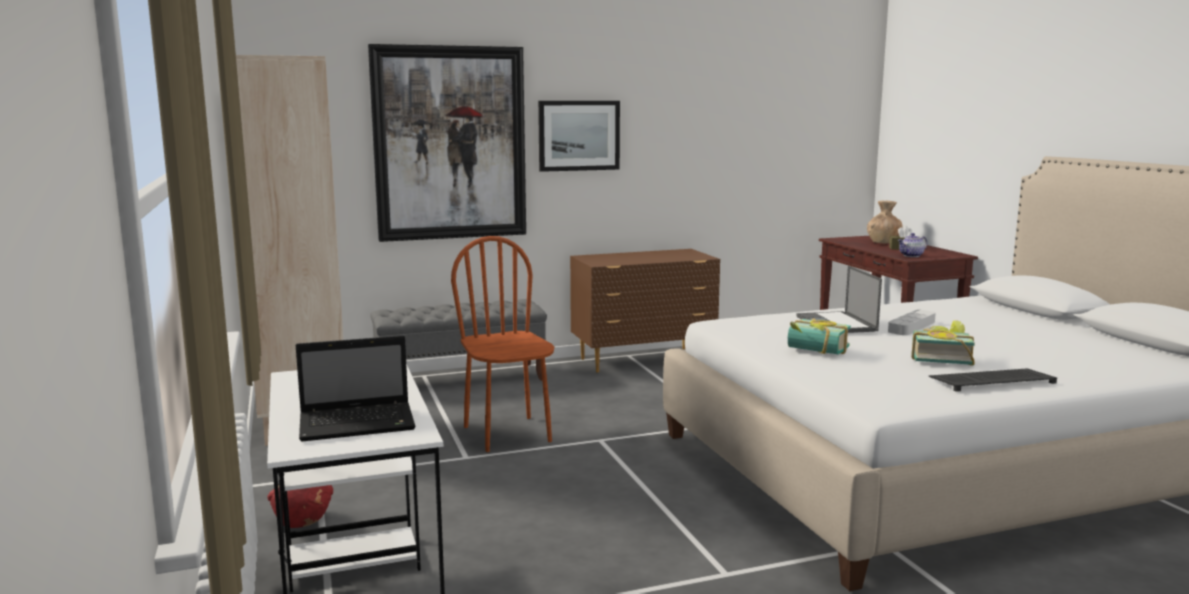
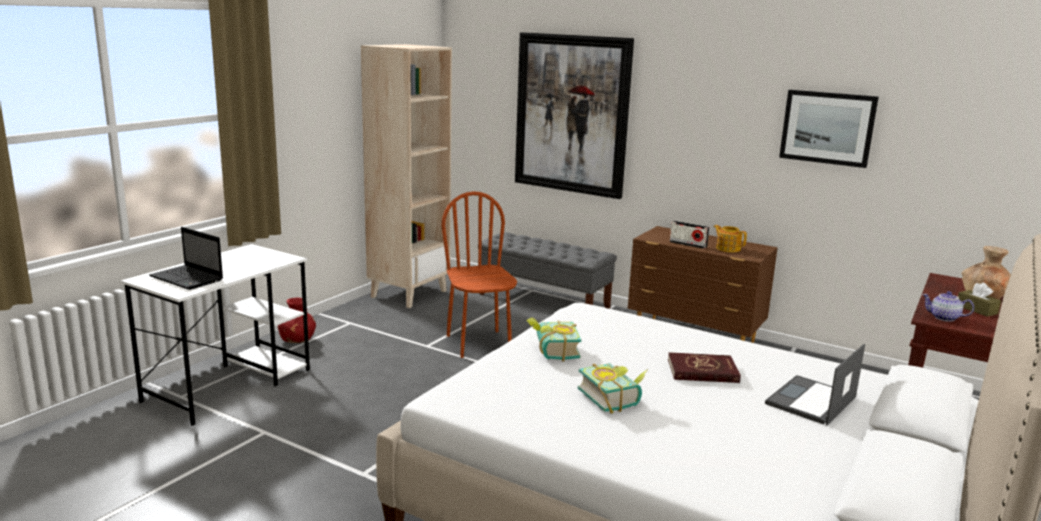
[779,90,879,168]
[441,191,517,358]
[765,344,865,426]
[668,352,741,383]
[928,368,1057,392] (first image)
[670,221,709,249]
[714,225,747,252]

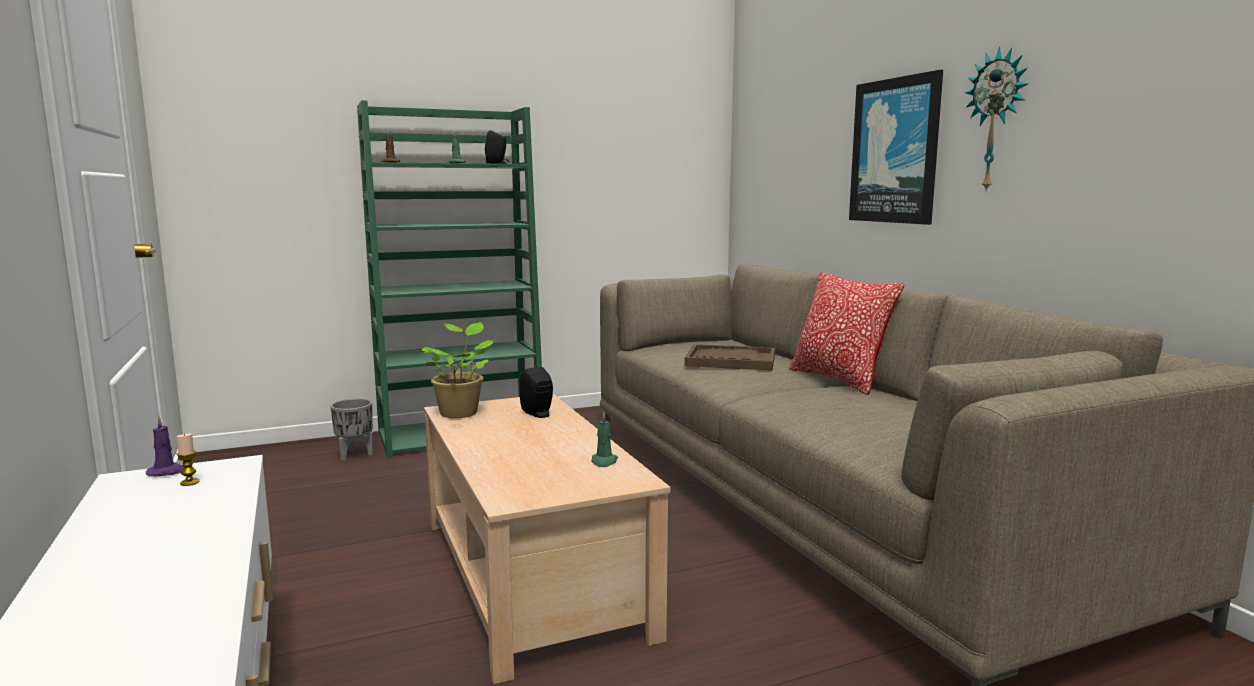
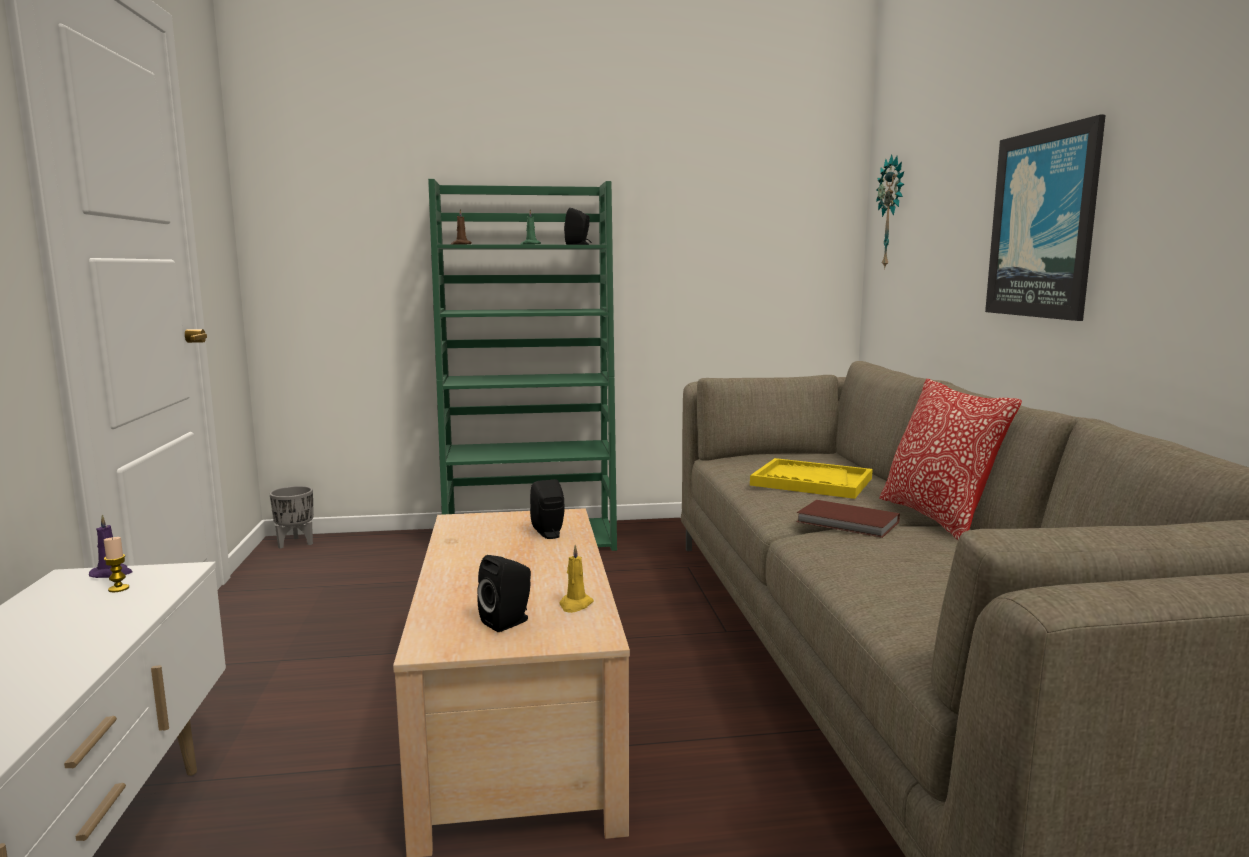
[876,155,904,270]
[417,322,494,418] (first image)
[750,458,873,499]
[270,486,314,549]
[559,545,594,613]
[796,500,900,538]
[477,555,531,632]

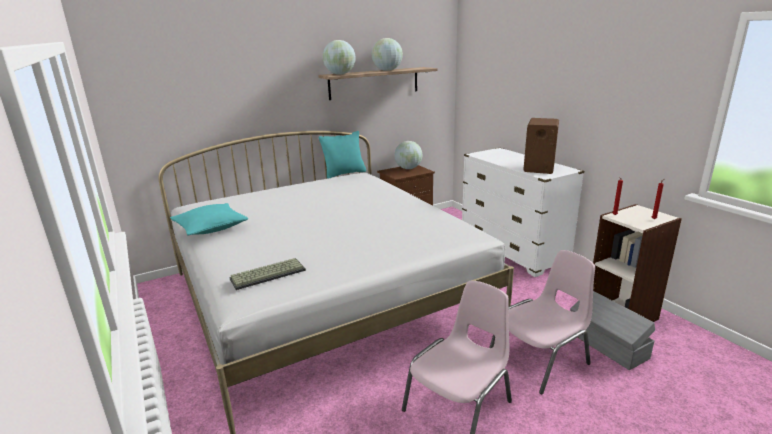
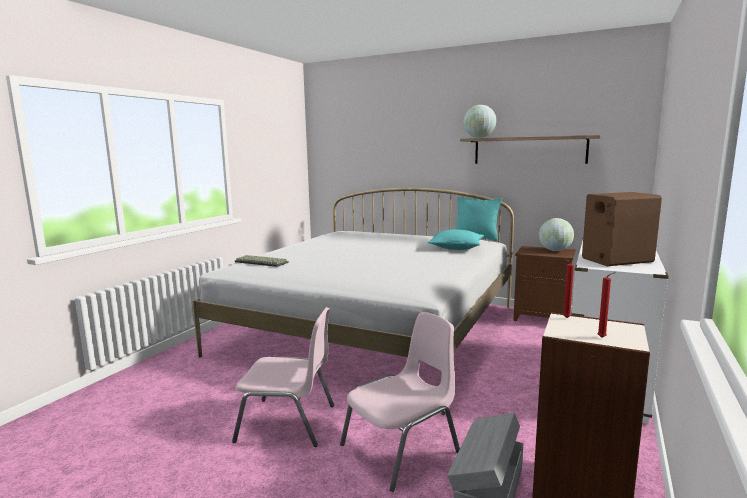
[372,38,403,71] (first image)
[428,229,484,250]
[340,312,460,492]

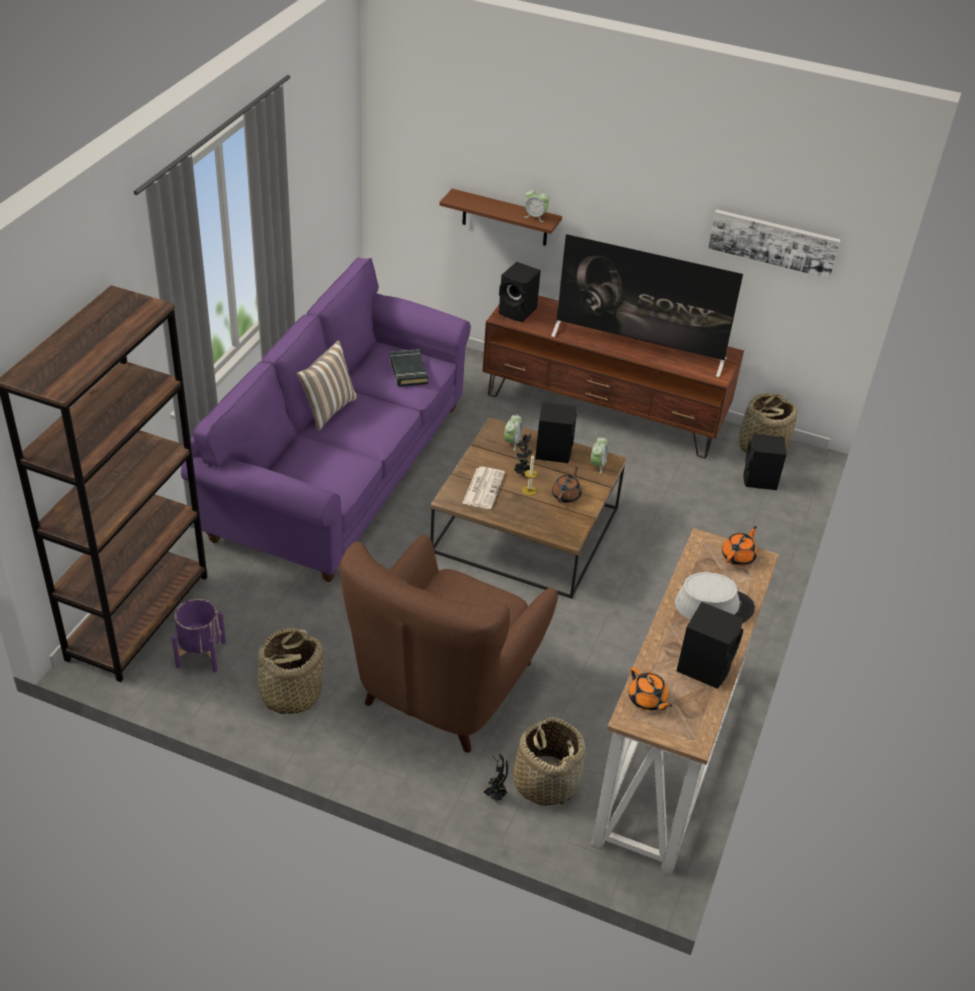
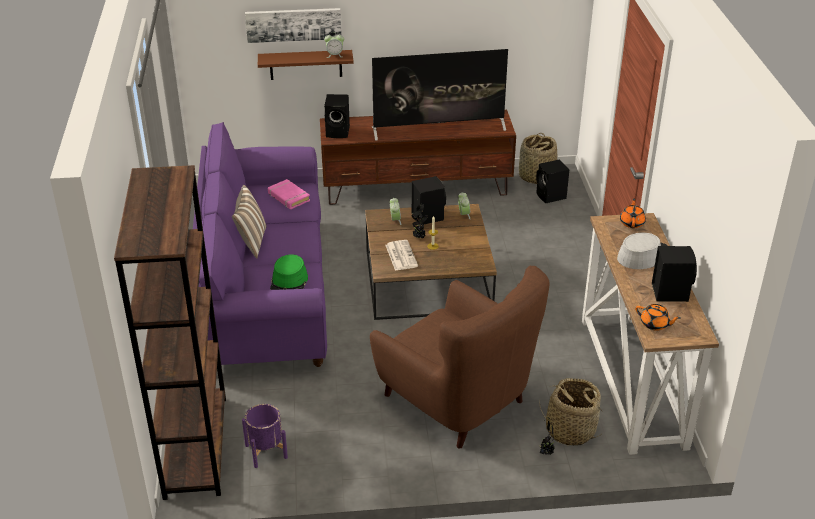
[245,8,341,43]
[268,179,310,209]
[552,467,582,503] (first image)
[370,266,550,449]
[250,628,323,714] (first image)
[270,254,308,290]

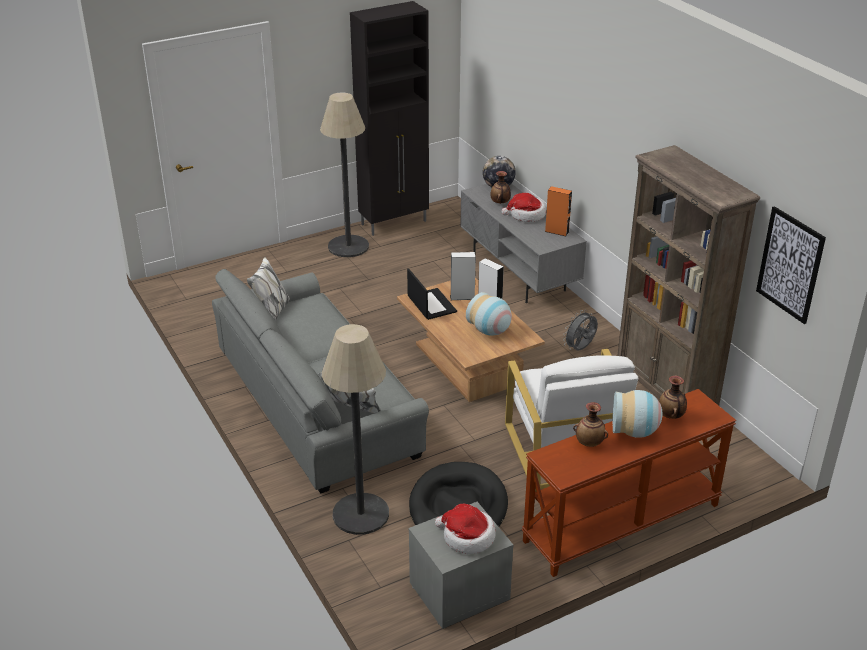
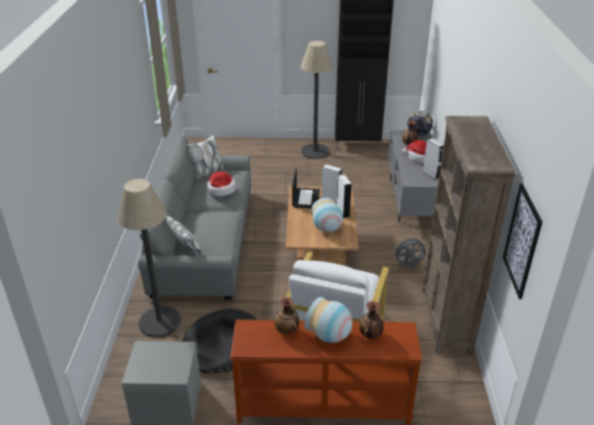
[423,138,444,180]
[207,172,236,196]

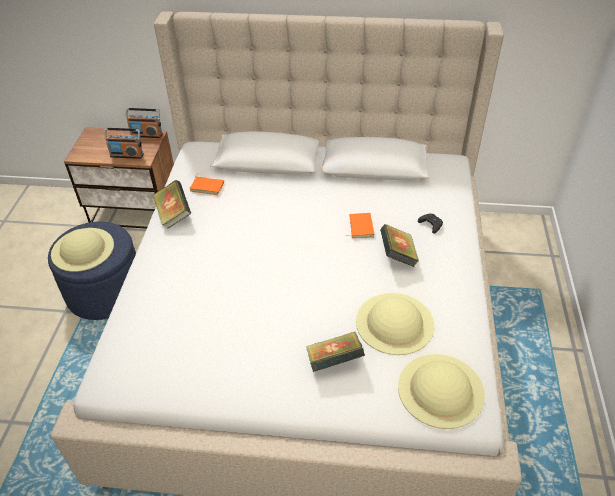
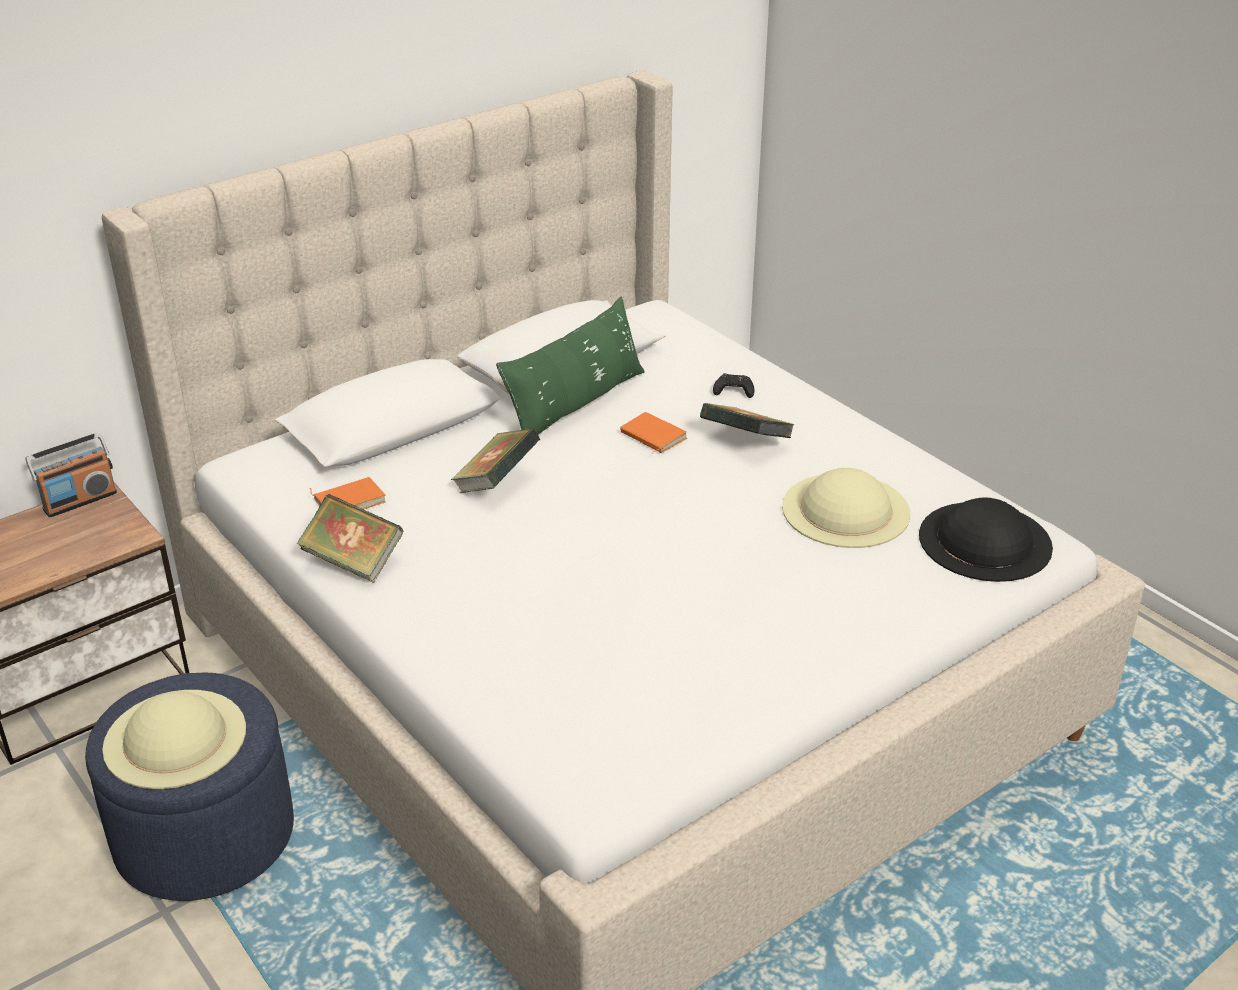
[104,128,144,159] (first image)
[451,428,540,493]
[919,498,1053,582]
[496,297,645,435]

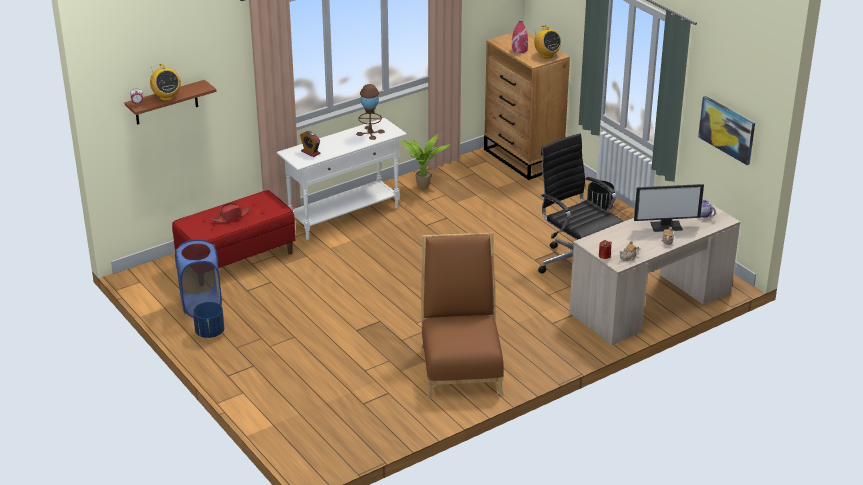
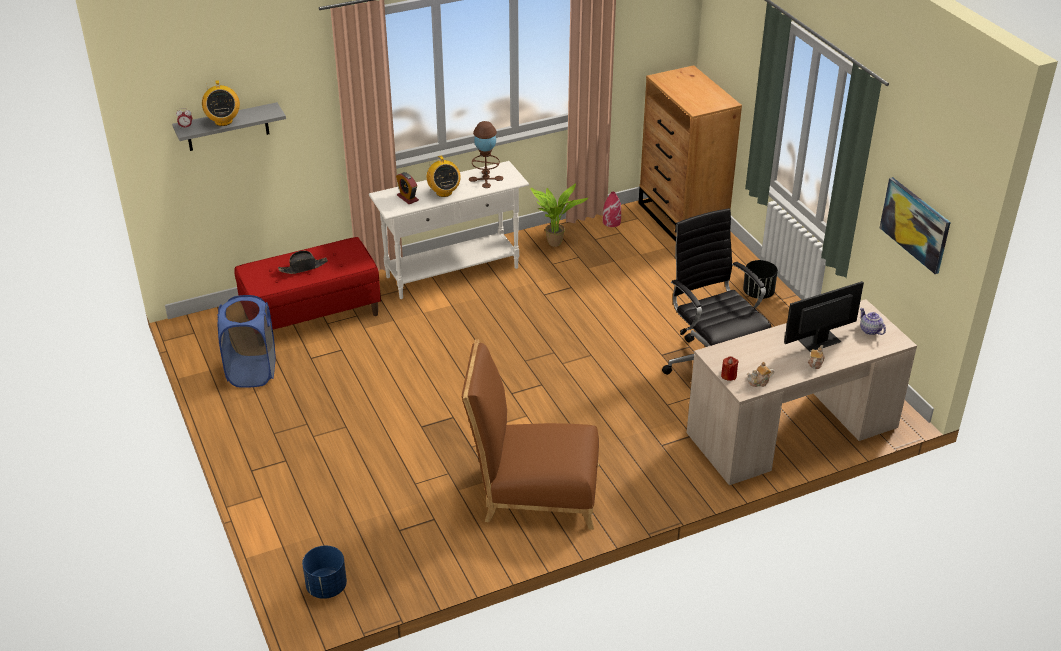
[603,192,621,227]
[427,156,461,197]
[172,102,286,151]
[784,281,864,352]
[278,251,328,274]
[462,339,599,530]
[302,546,347,599]

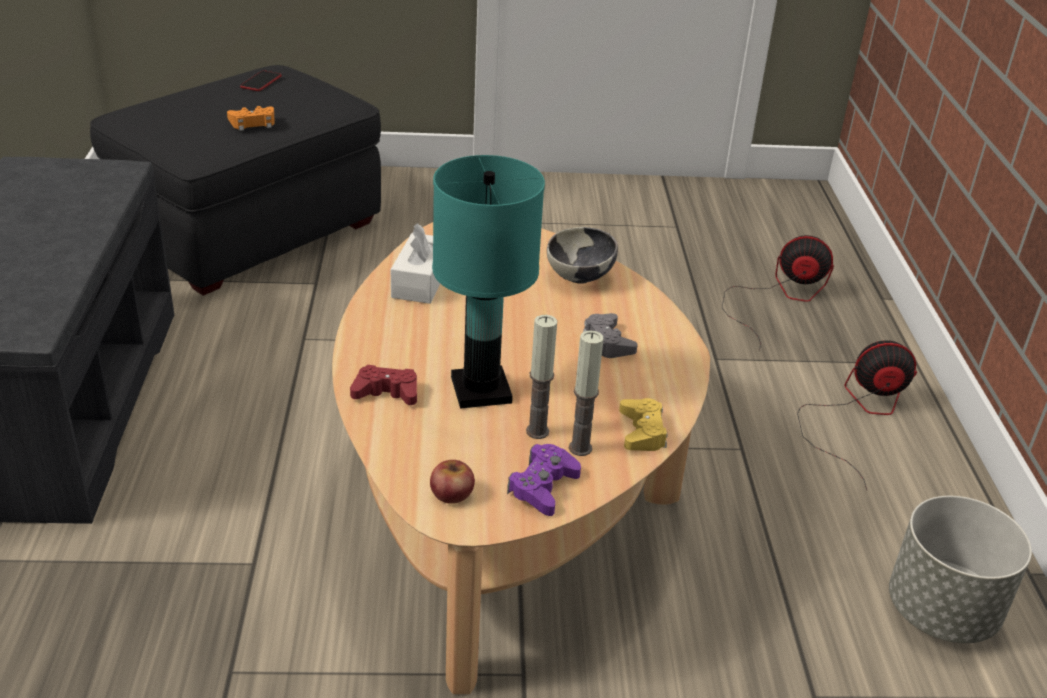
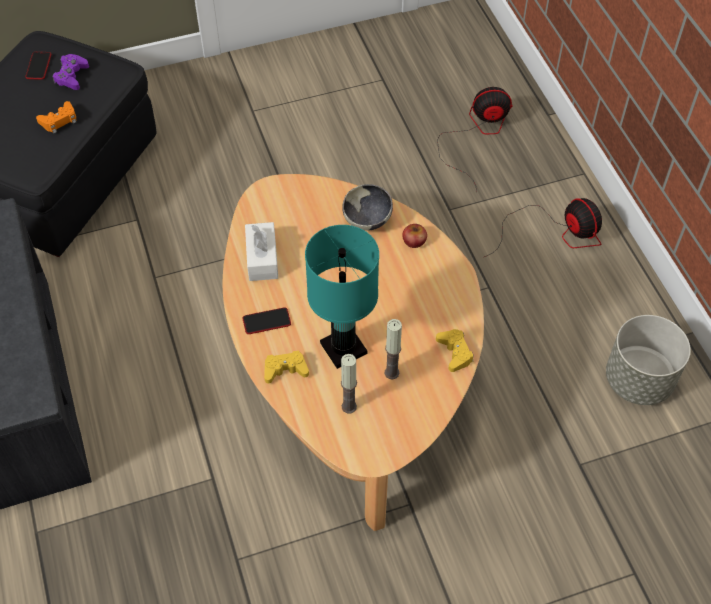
[583,313,638,358] (first image)
[341,354,357,414]
[484,198,602,257]
[264,350,309,383]
[52,54,89,90]
[402,224,427,248]
[243,307,291,334]

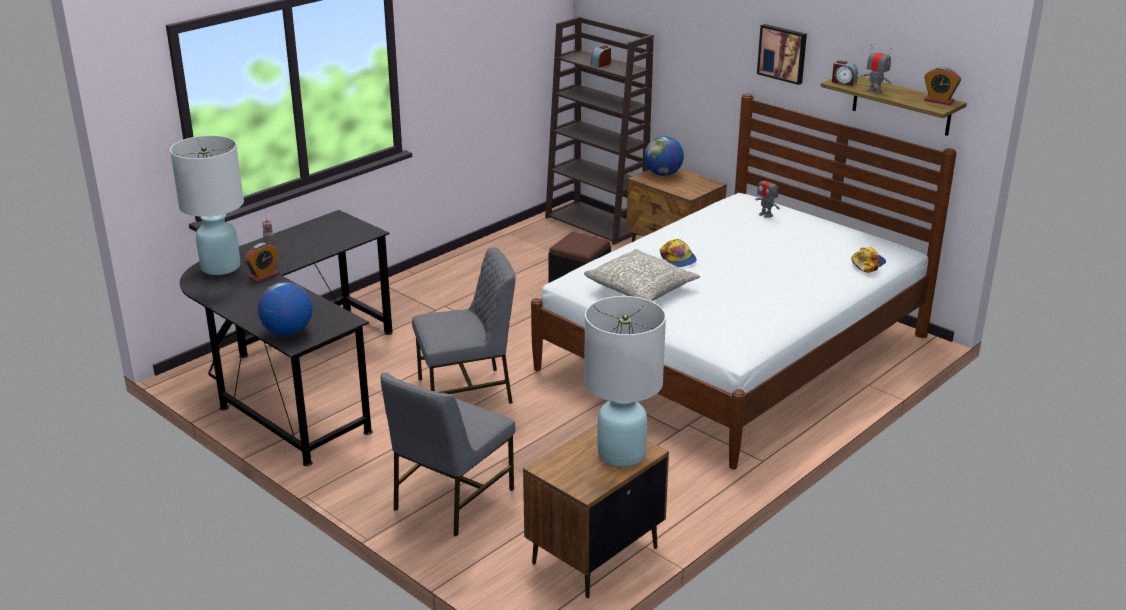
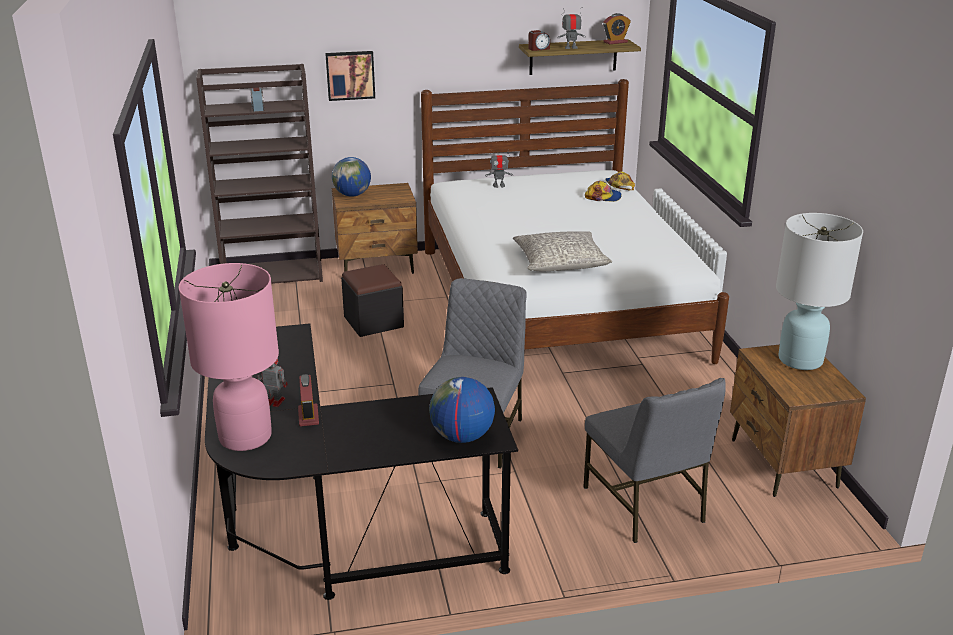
[325,51,375,101]
[179,263,279,451]
[585,181,622,202]

